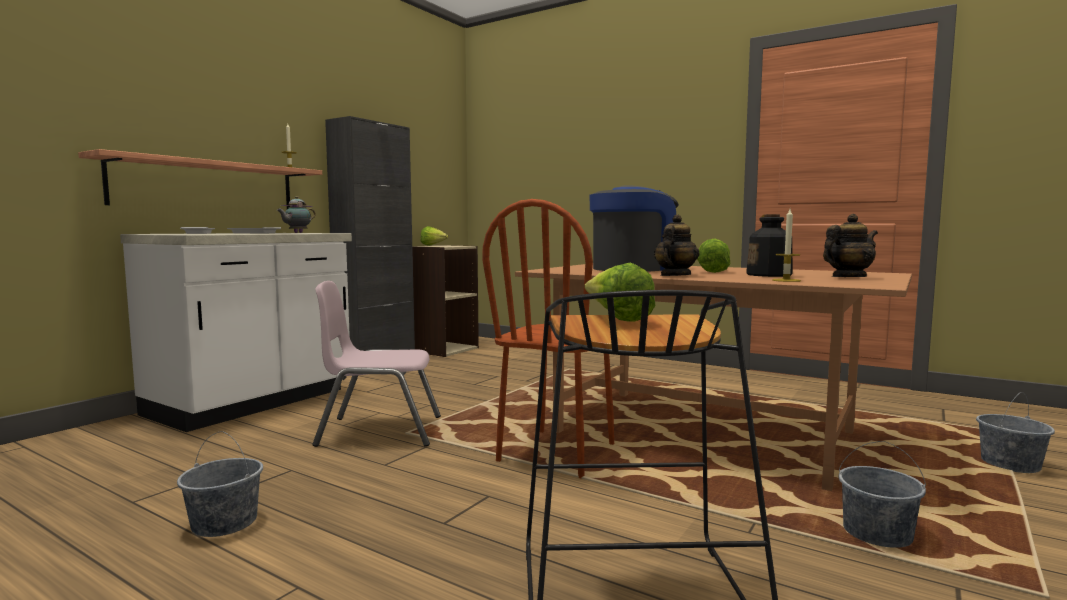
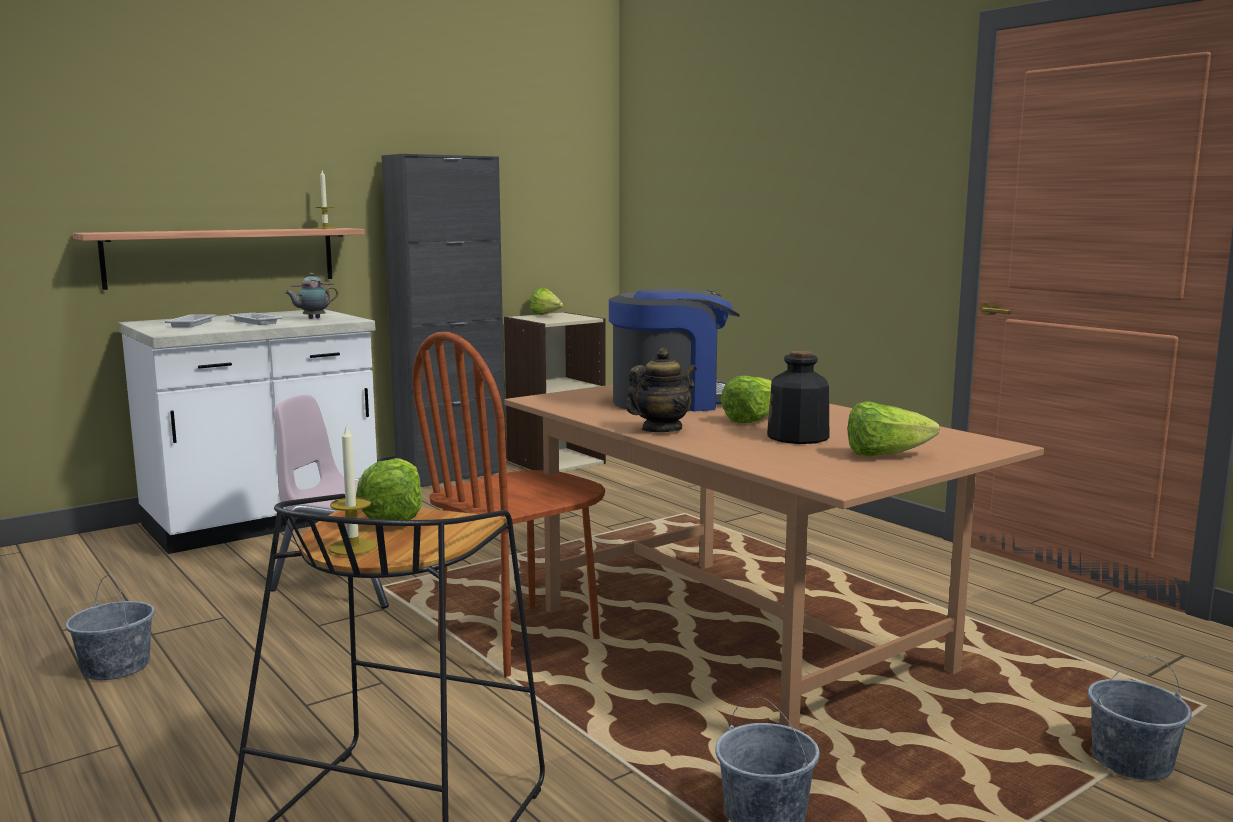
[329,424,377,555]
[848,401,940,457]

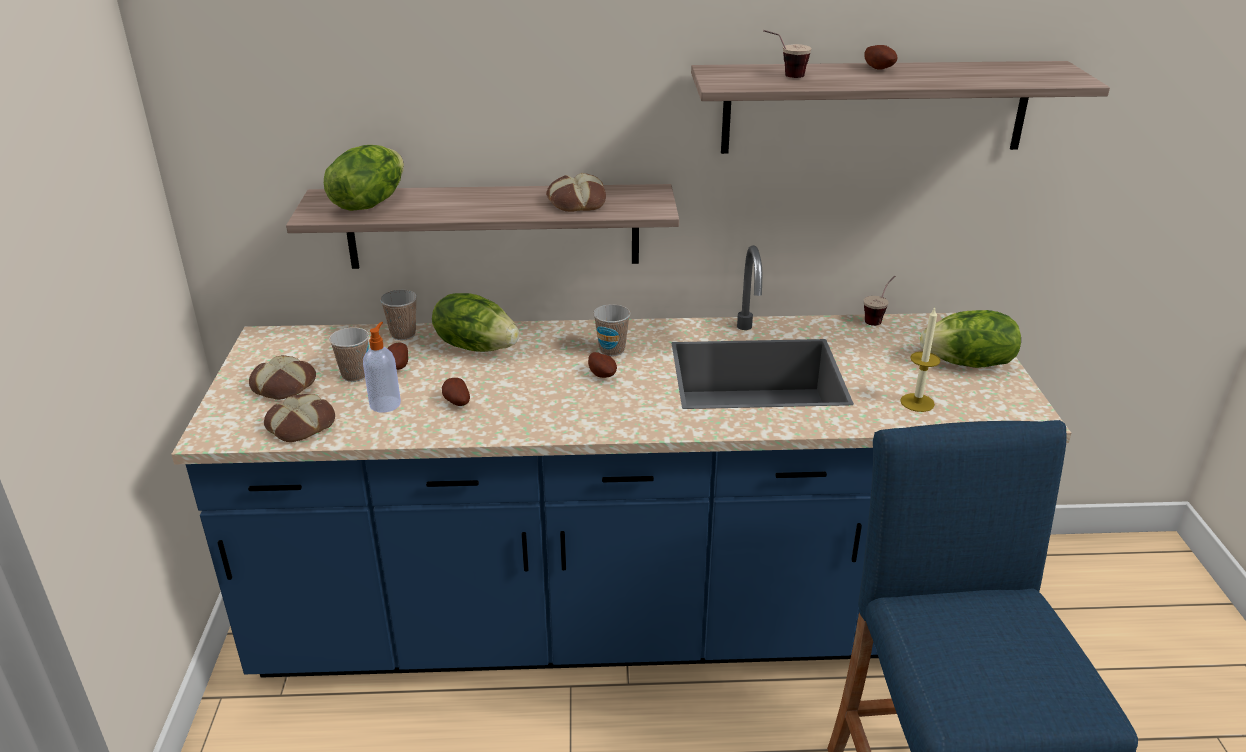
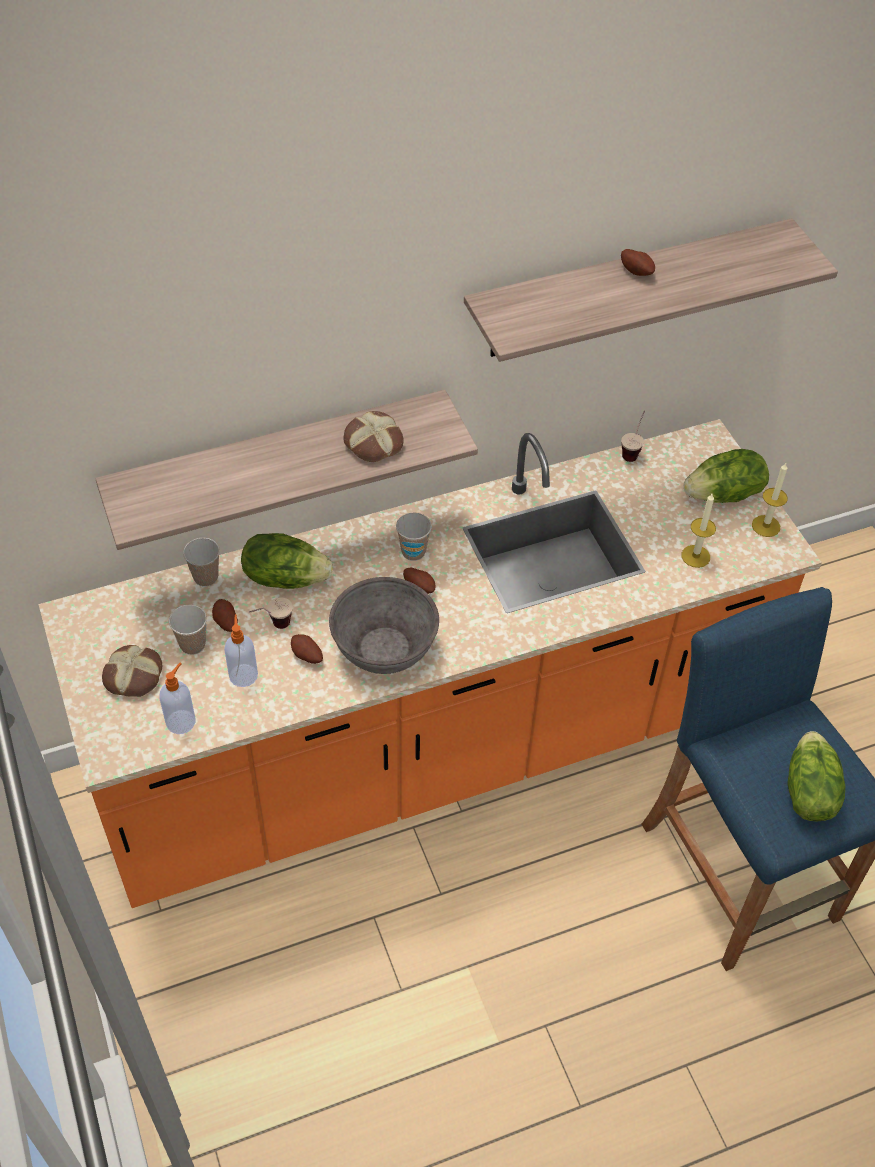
[249,597,293,629]
[787,731,845,821]
[38,419,822,908]
[160,663,195,734]
[752,463,788,537]
[329,577,439,674]

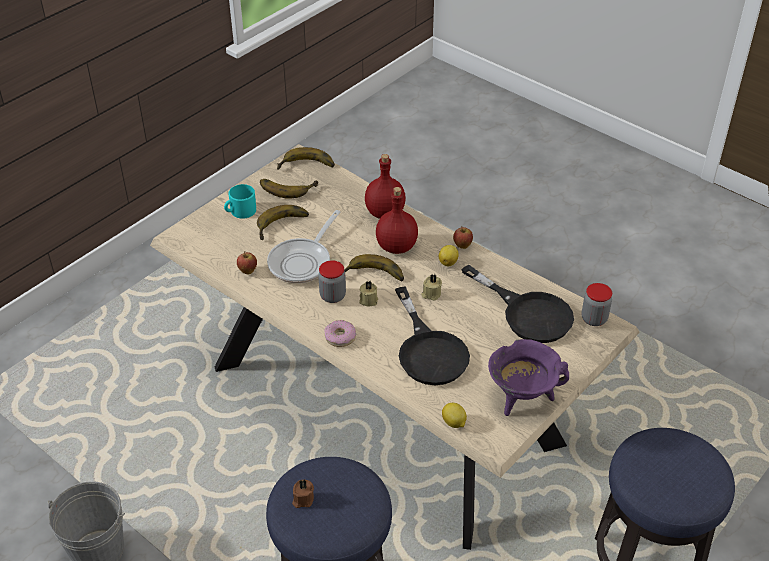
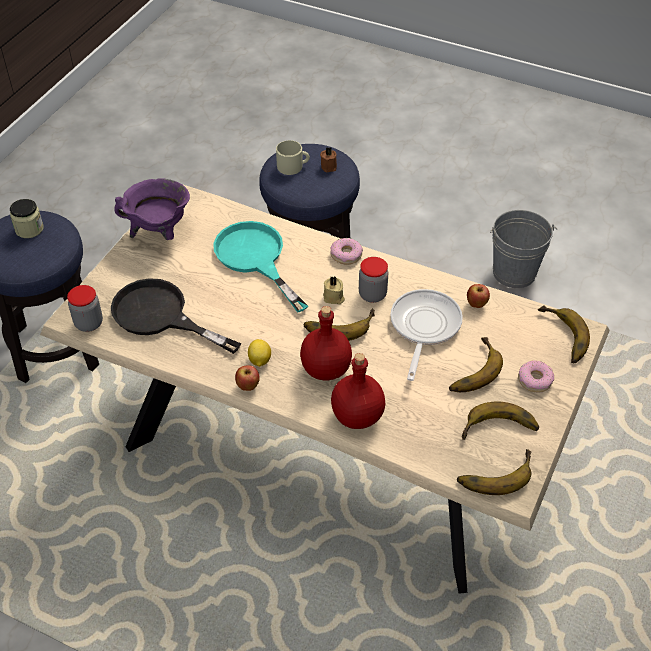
[518,361,554,392]
[421,274,442,301] (first image)
[213,221,308,313]
[442,403,467,428] (first image)
[276,140,310,175]
[10,199,44,238]
[538,305,590,364]

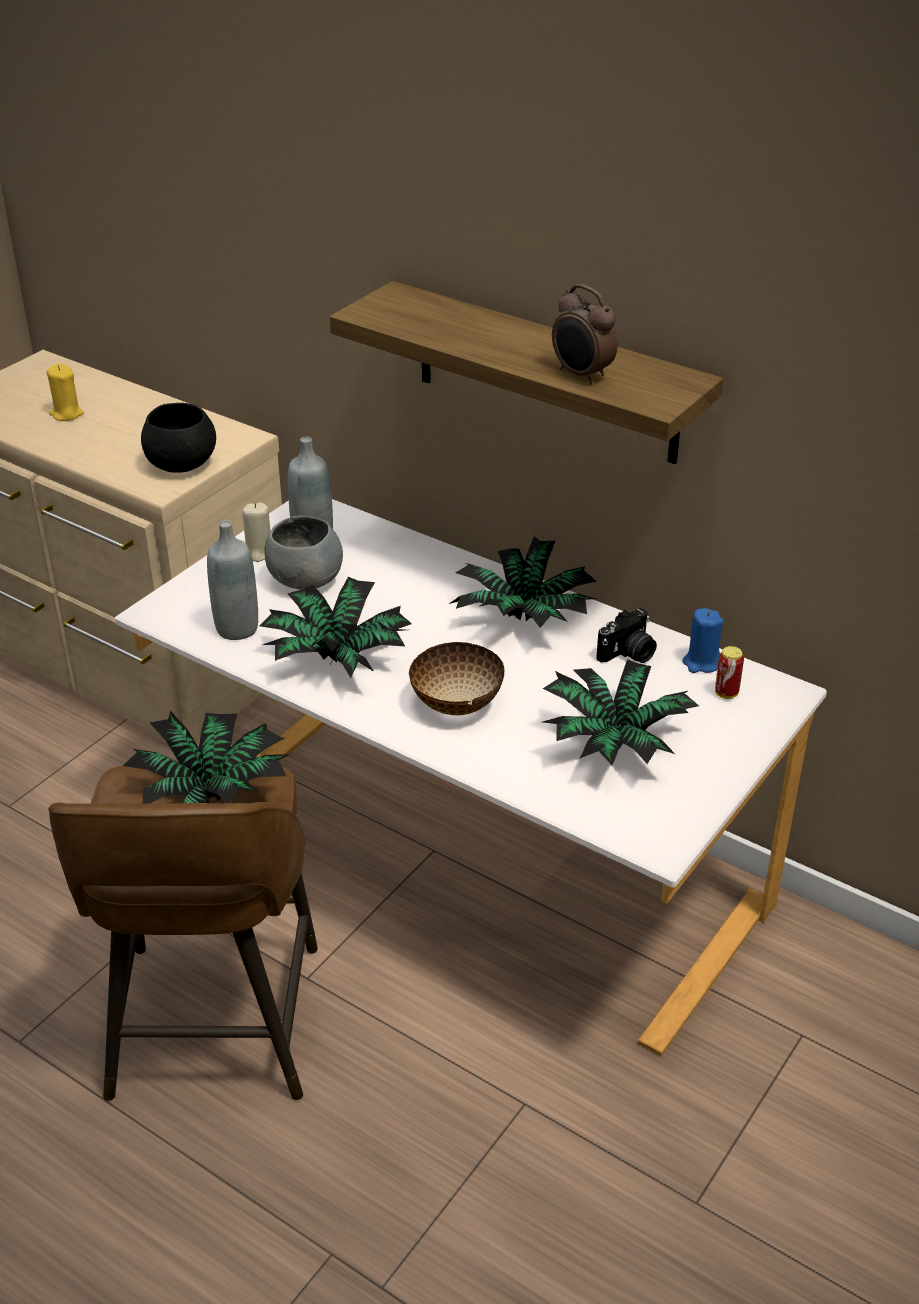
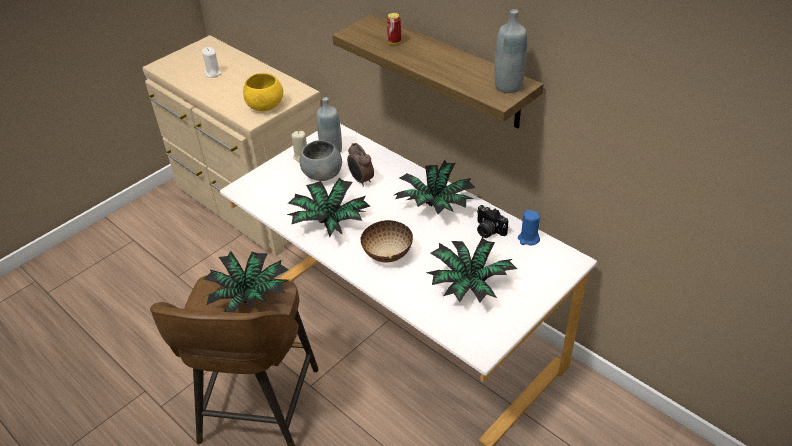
[347,143,374,187]
[202,47,222,78]
[243,73,283,111]
[494,9,527,93]
[477,205,508,238]
[387,13,401,45]

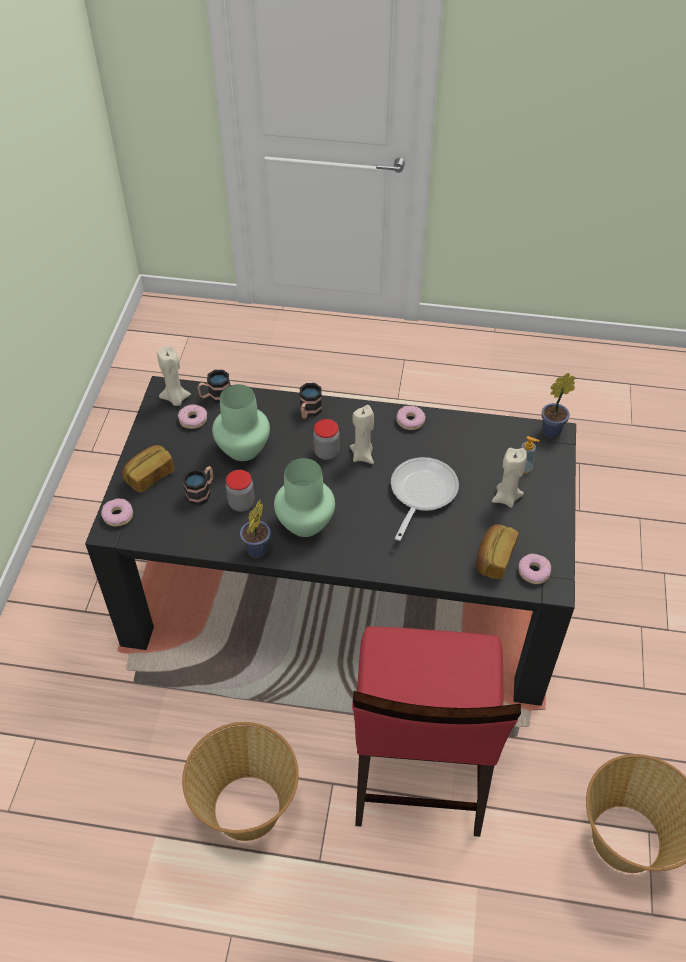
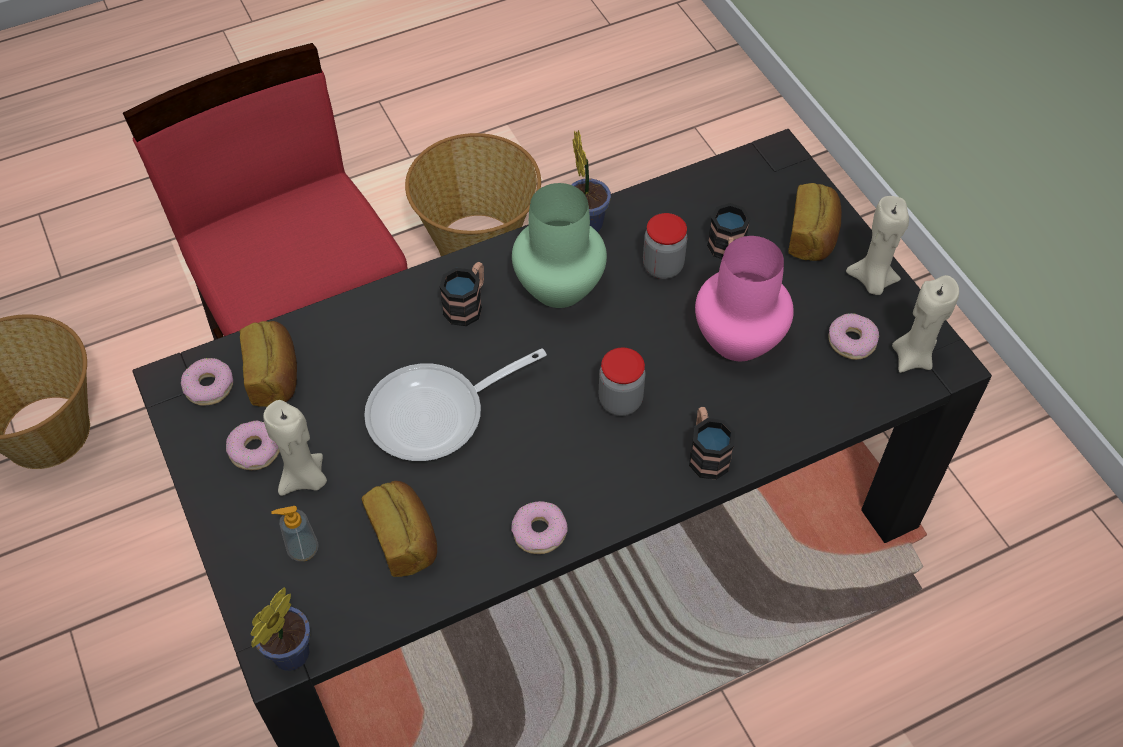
[440,262,484,326]
[695,236,794,361]
[846,196,909,295]
[364,349,547,461]
[226,420,280,470]
[362,481,437,577]

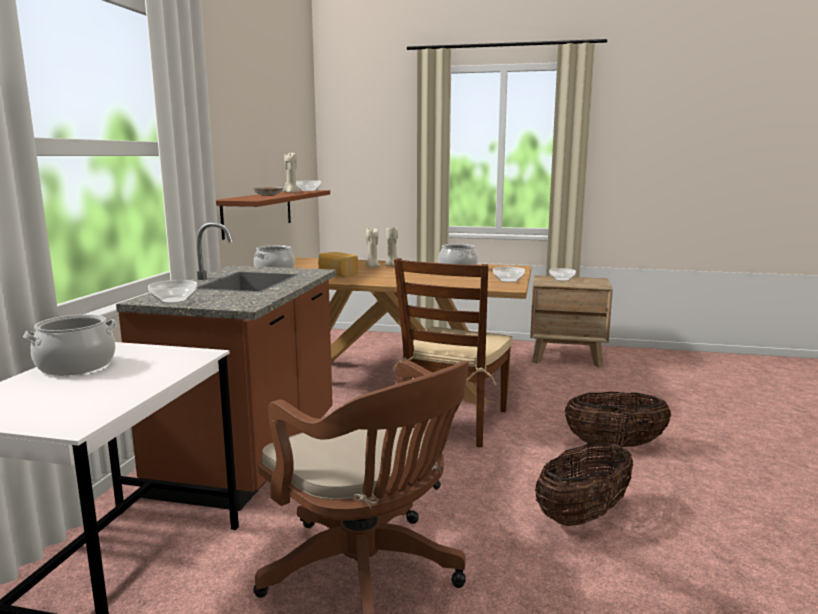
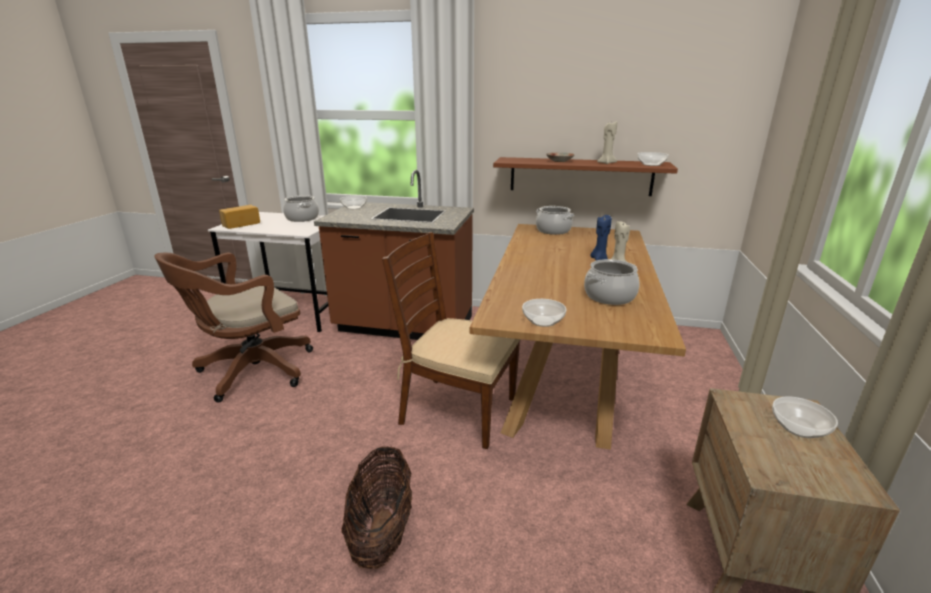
[590,215,612,260]
[219,205,260,229]
[535,442,633,526] (first image)

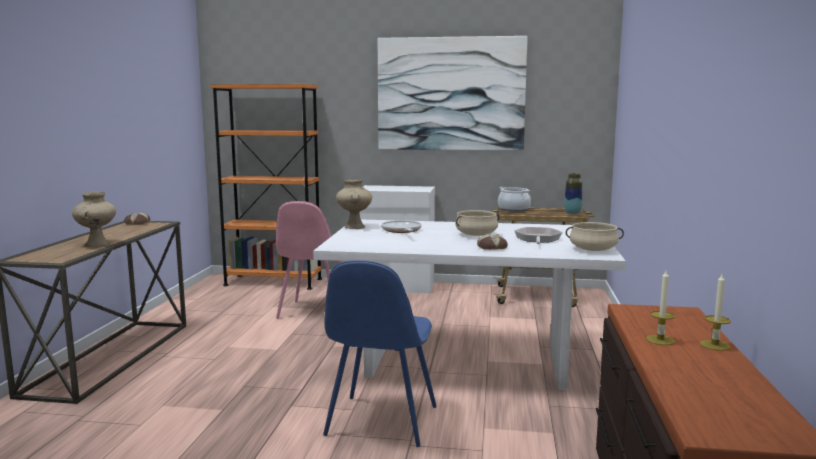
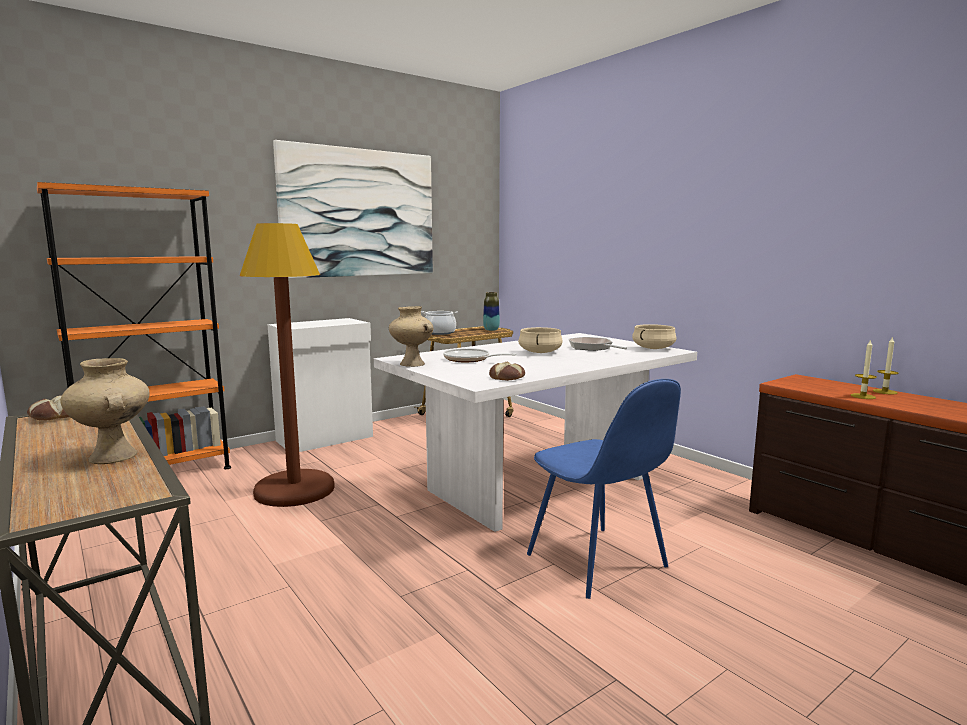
[240,223,335,507]
[489,361,525,381]

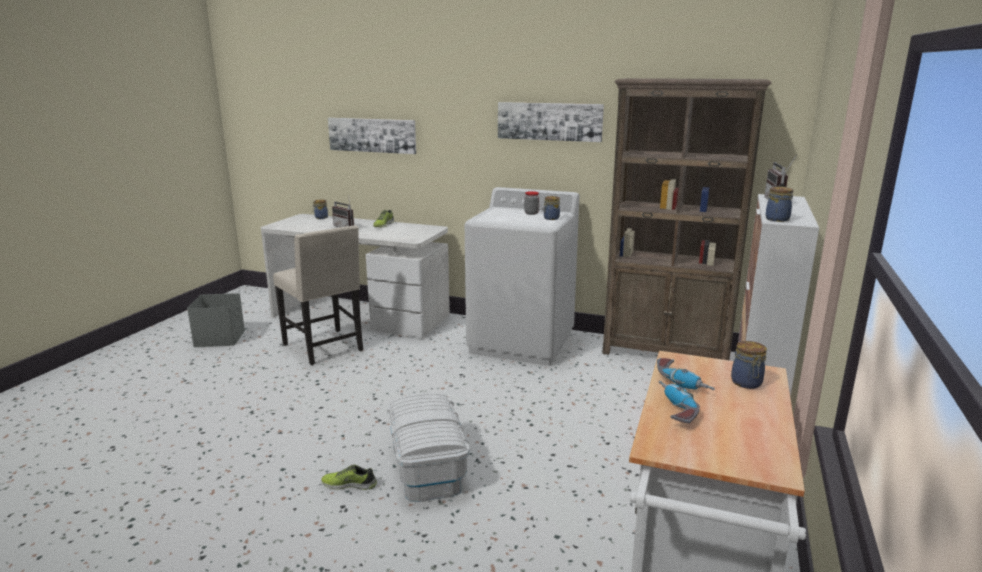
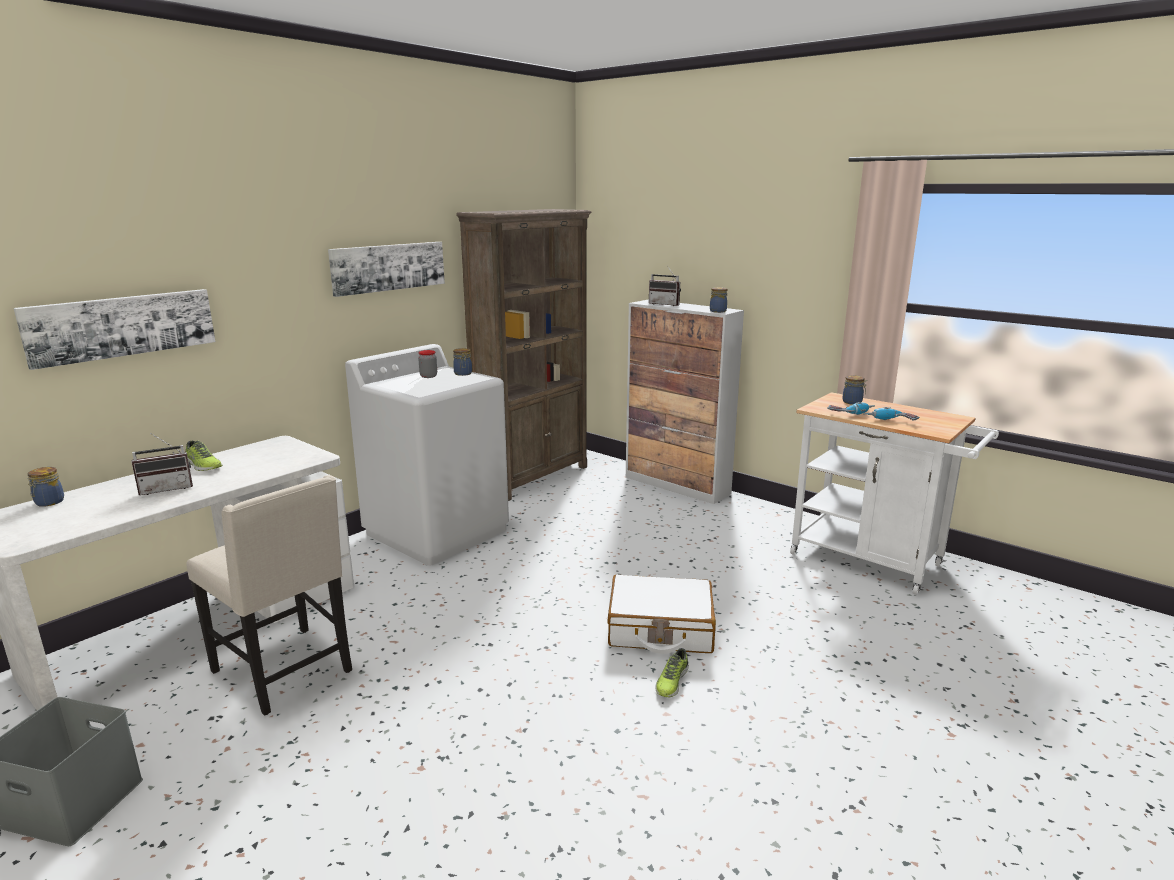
[186,475,352,716]
[607,574,716,654]

